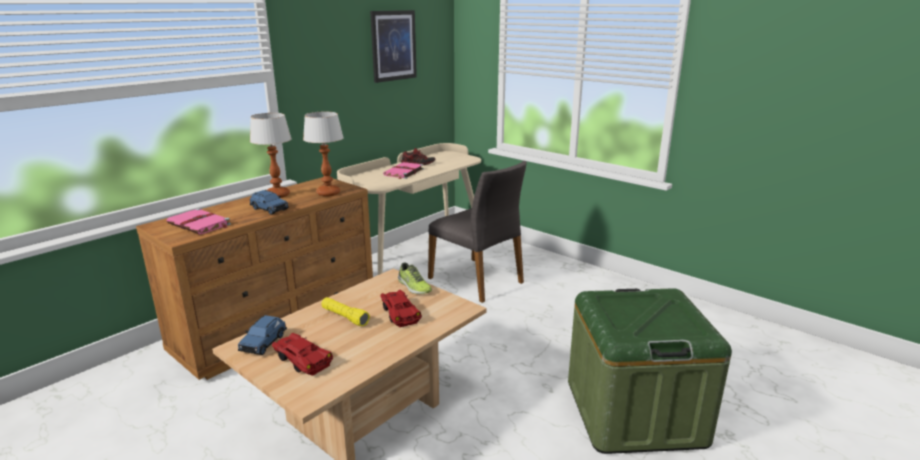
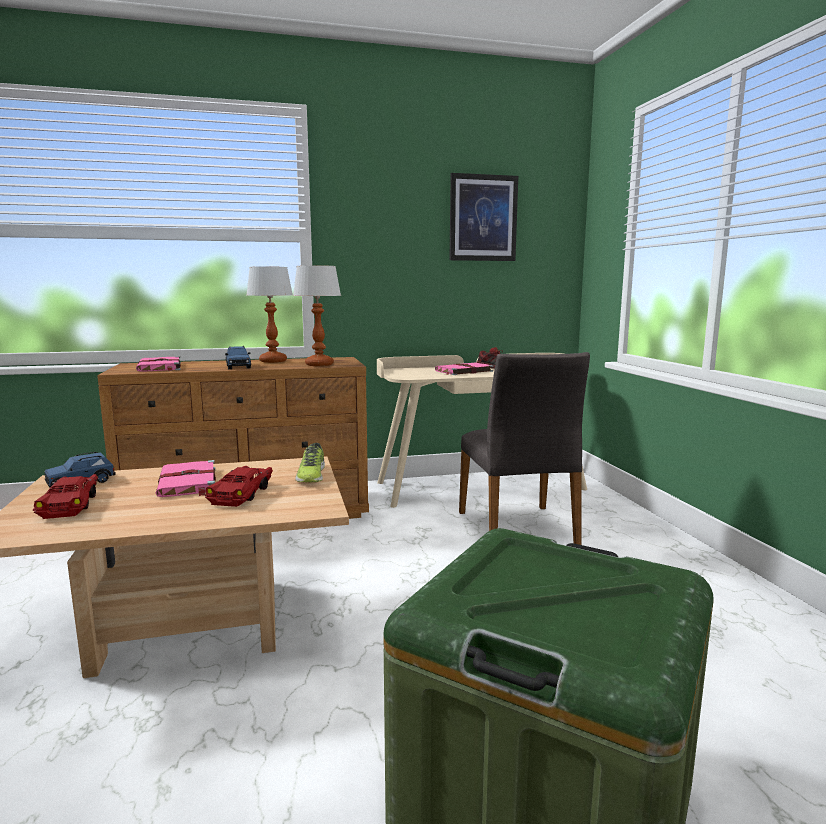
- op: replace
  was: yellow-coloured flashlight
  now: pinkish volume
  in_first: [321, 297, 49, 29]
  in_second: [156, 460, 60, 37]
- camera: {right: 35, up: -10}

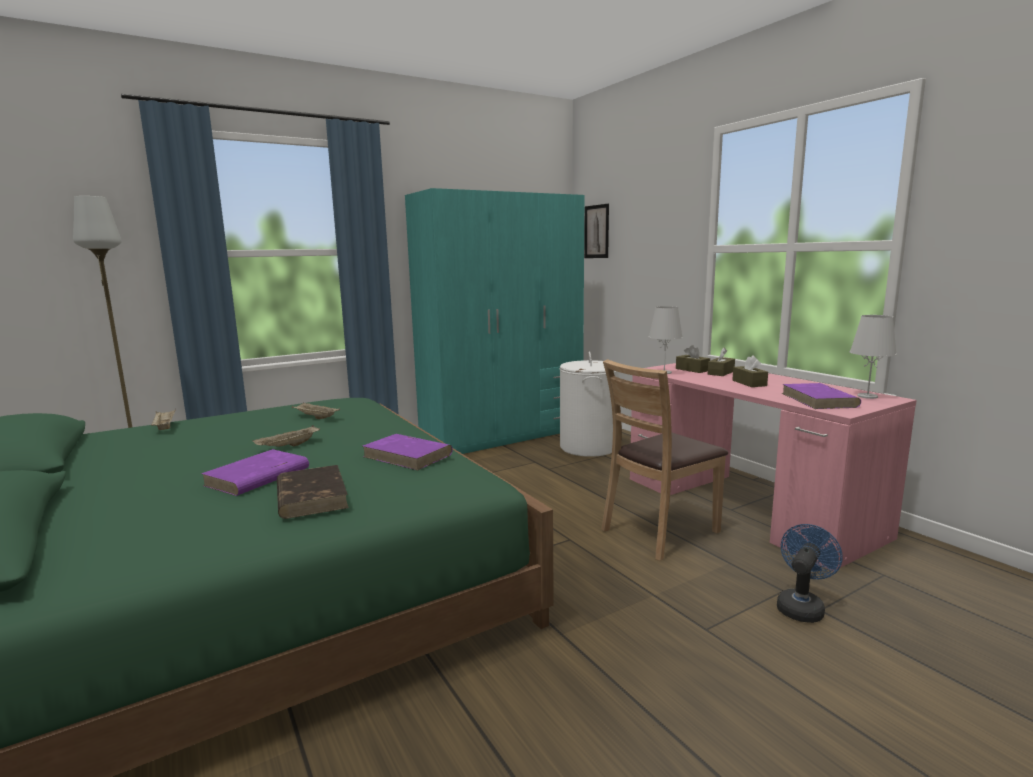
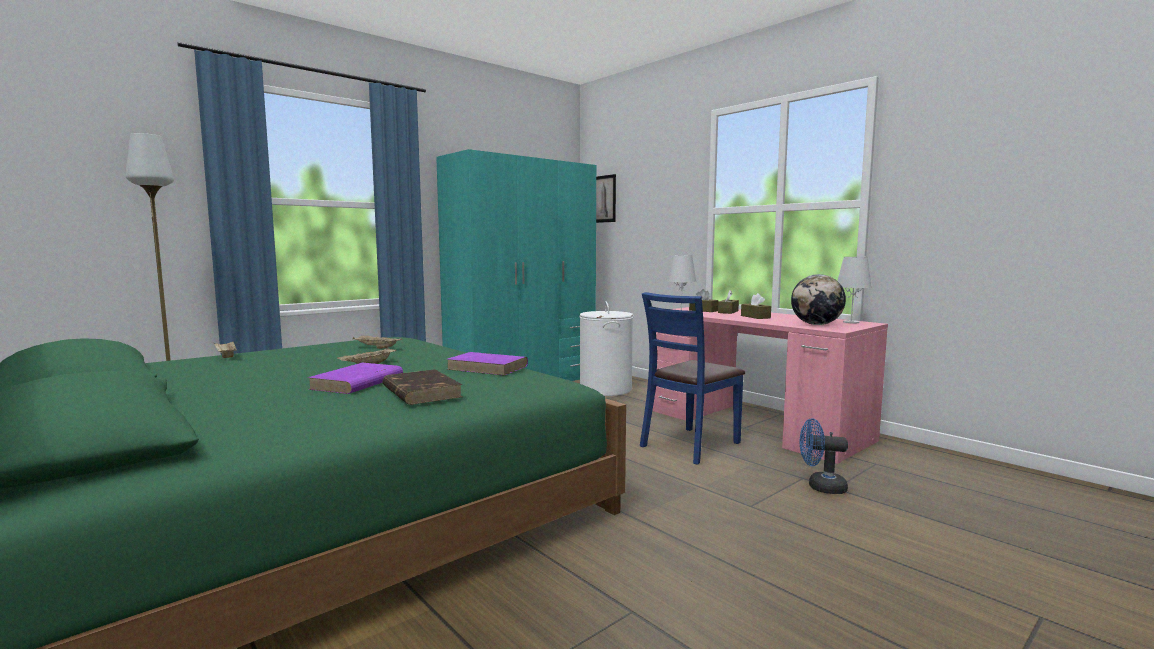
- op: replace
  was: purple volume
  now: world globe
  in_first: [782, 383, 79, 26]
  in_second: [791, 274, 55, 51]
- op: recolor
  was: brown-coloured upright chair
  now: blue upright chair
  in_first: [601, 359, 127, 202]
  in_second: [640, 292, 105, 173]
- op: rotate
  was: blue cooling fan
  in_first: [777, 524, 65, 99]
  in_second: [800, 418, 48, 76]
  clockwise: -105
- camera: {right: -10, up: -5}

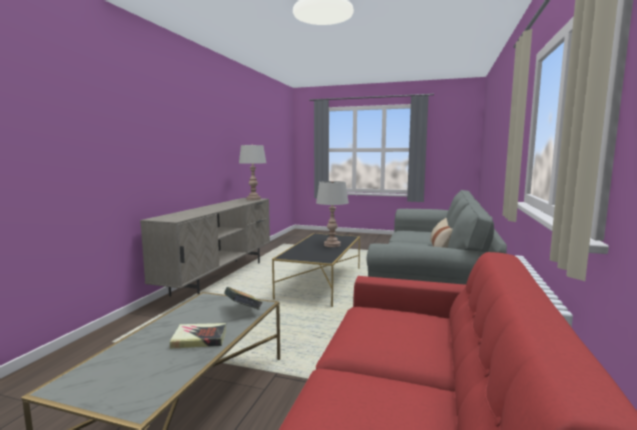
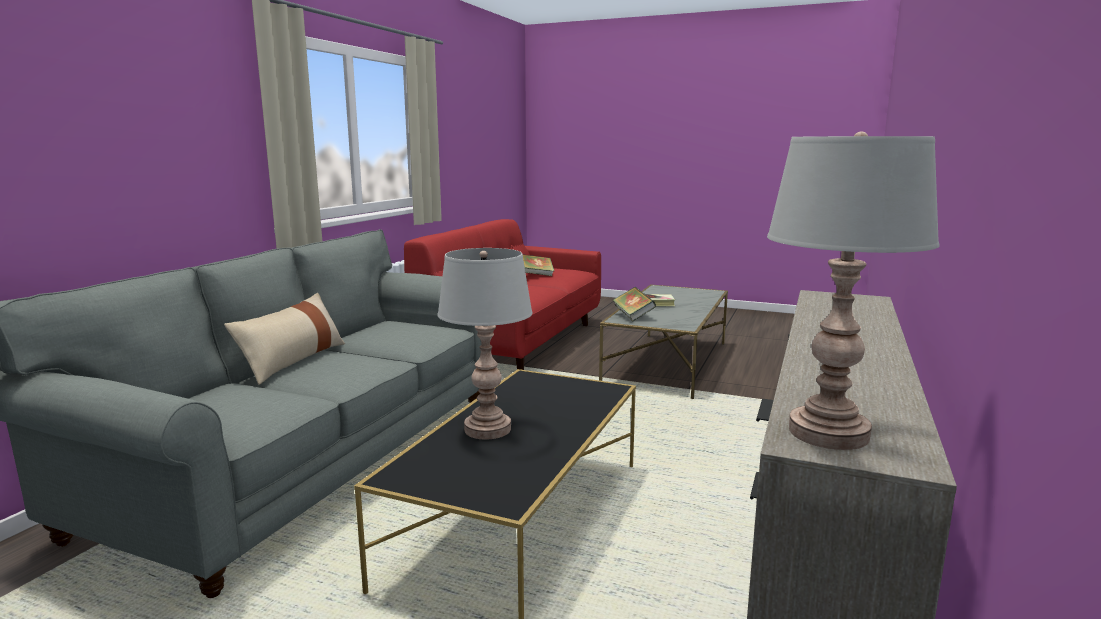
- op: insert
  now: volume
  in_second: [523, 255, 31, 21]
- camera: {right: -175, up: 5}

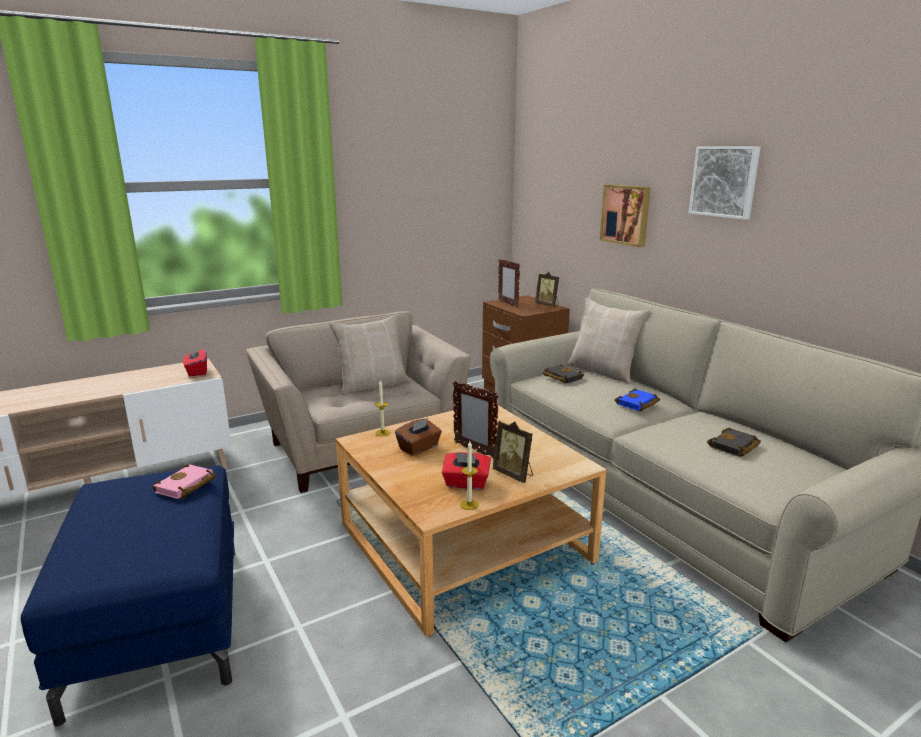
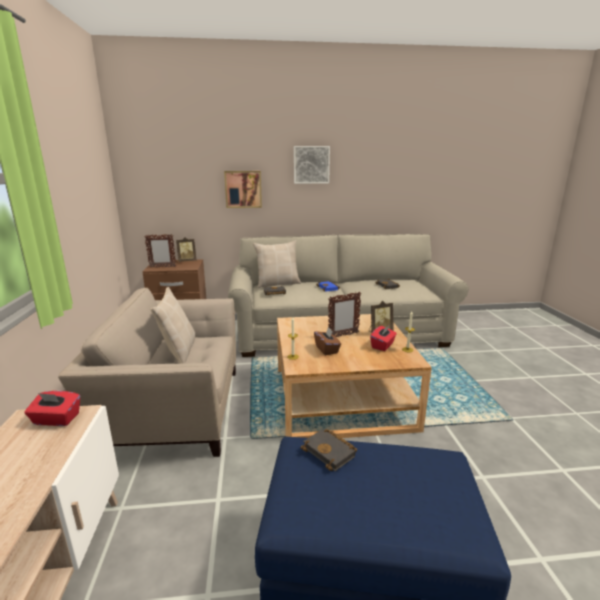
- op: recolor
  was: pinkish volume
  now: blackish volume
  in_first: [152, 464, 64, 35]
  in_second: [301, 429, 56, 42]
- camera: {right: -65, up: 0}

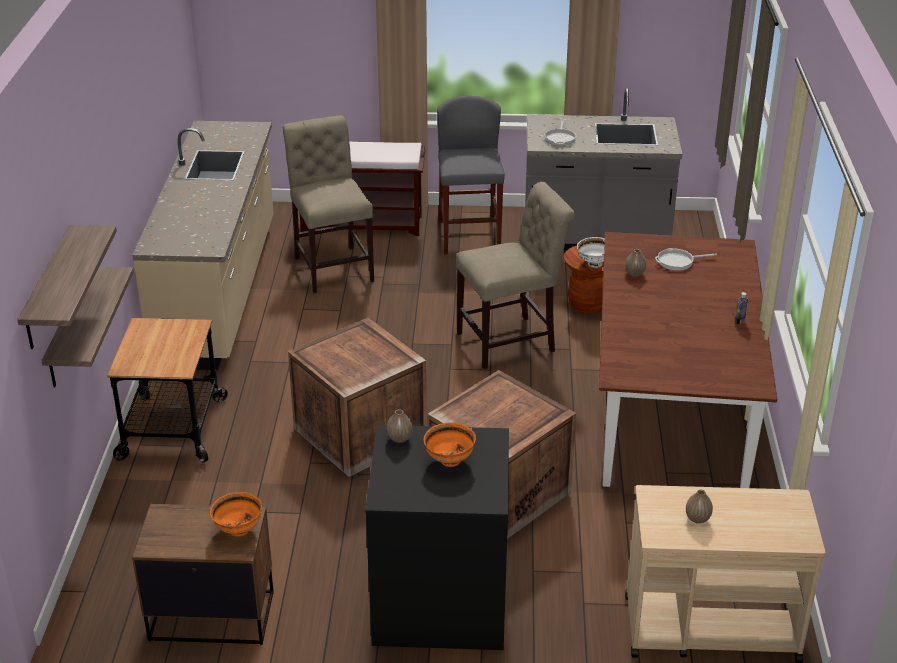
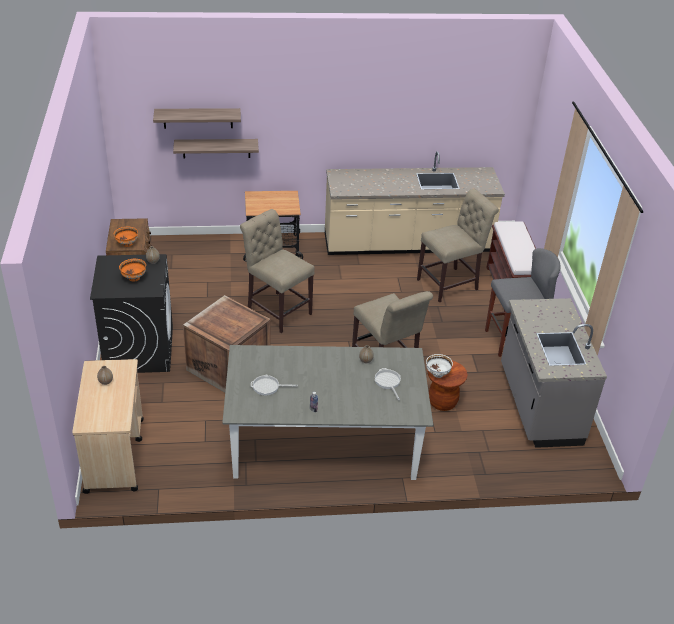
- op: move
  was: skillet
  in_first: [544, 119, 33, 27]
  in_second: [251, 375, 47, 21]
- op: replace
  was: shipping crate
  now: beige-coloured upright chair
  in_first: [288, 318, 139, 159]
  in_second: [240, 209, 75, 124]
- op: recolor
  was: brown-coloured dining table
  now: gray dining table
  in_first: [599, 232, 178, 256]
  in_second: [222, 345, 211, 135]
- camera: {right: 80, up: 5}

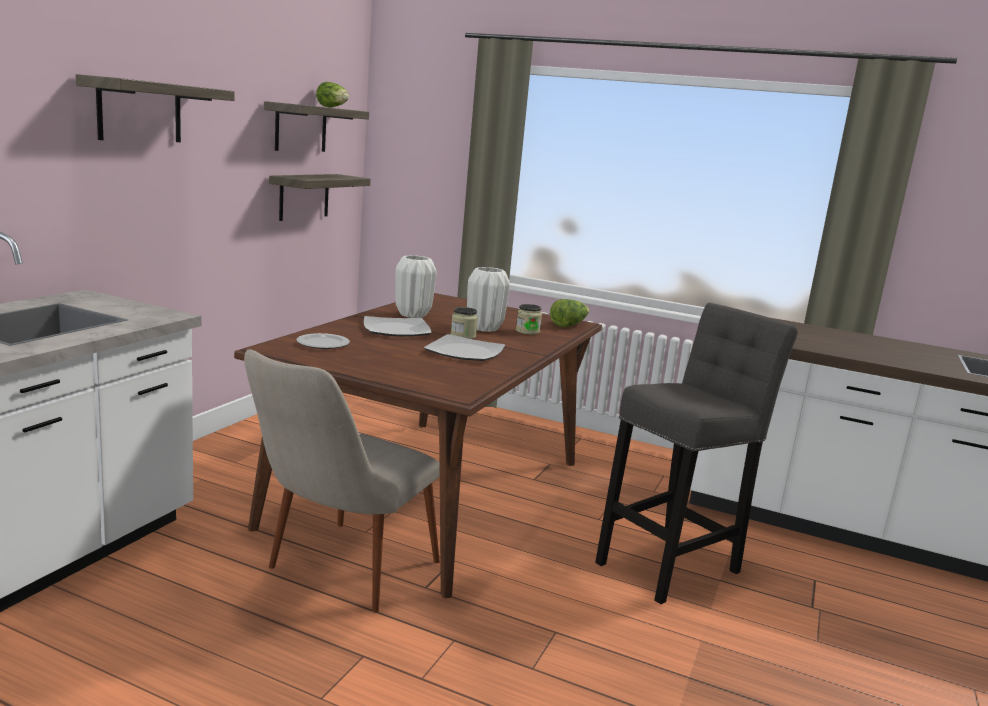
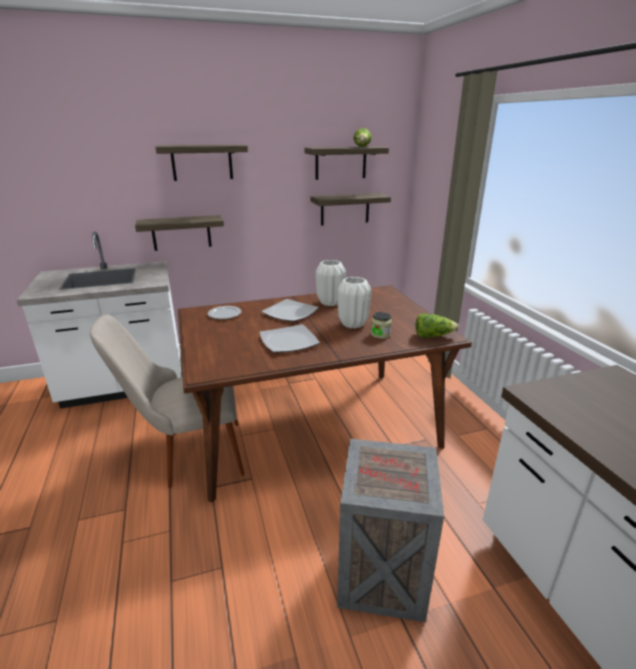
- op: delete
  was: storage jar
  in_first: [451, 307, 27, 32]
- op: insert
  now: bracket shelf
  in_second: [135, 215, 89, 36]
- op: replace
  was: gray stool seat
  now: shipping crate
  in_first: [595, 303, 203, 301]
  in_second: [337, 439, 107, 183]
- camera: {right: 50, up: 10}

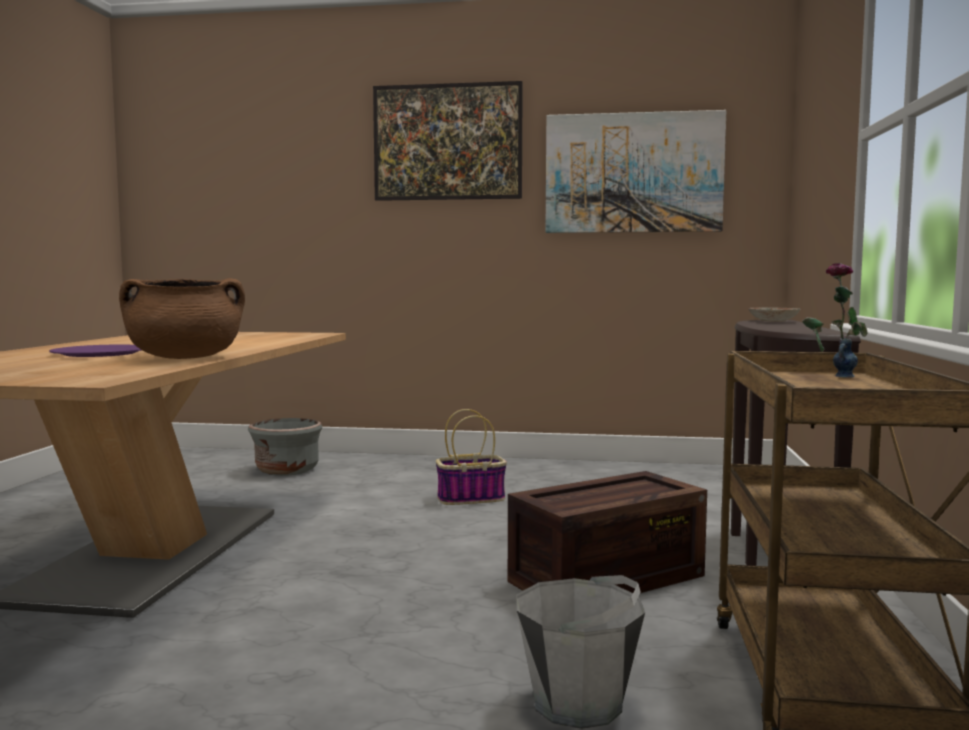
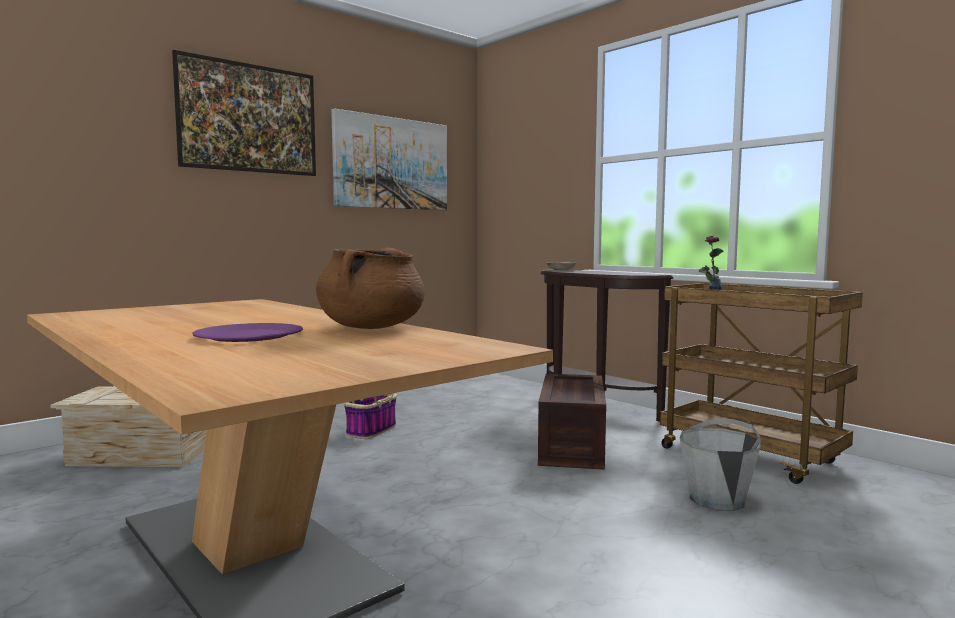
- op: replace
  was: gray planter
  now: shipping crate
  in_first: [248, 418, 74, 58]
  in_second: [50, 386, 156, 81]
- camera: {right: -50, up: 0}

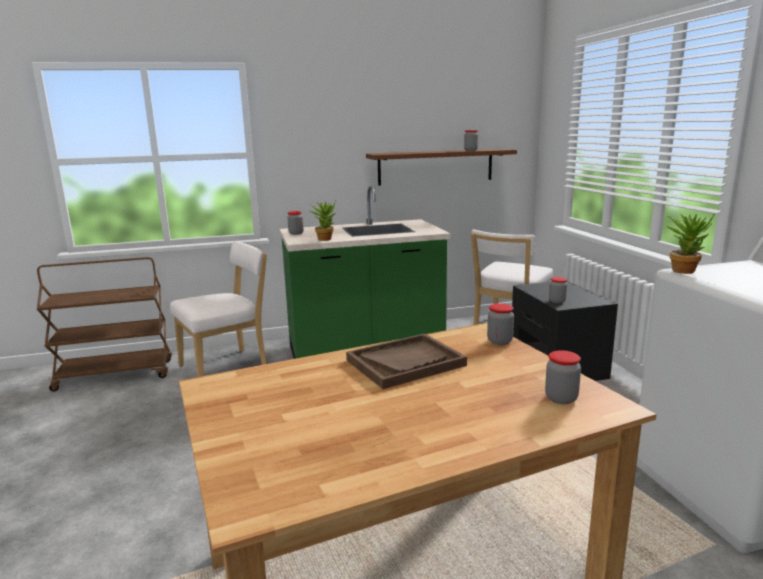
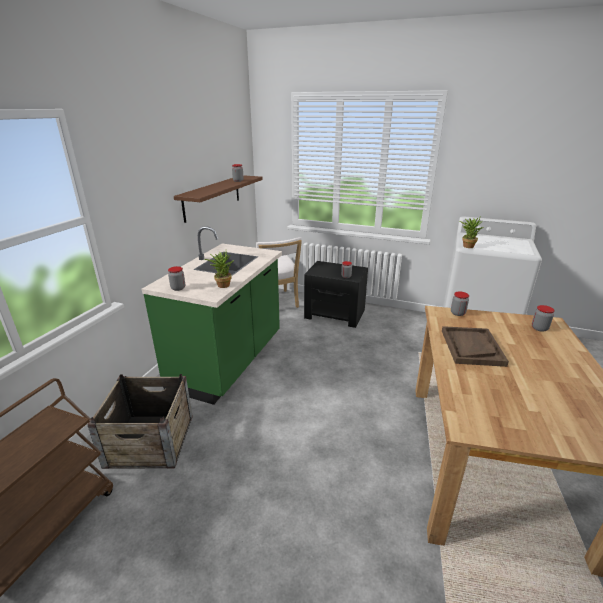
- op: replace
  was: whitish upright chair
  now: shipping crate
  in_first: [170, 241, 97, 136]
  in_second: [87, 374, 106, 95]
- camera: {right: -55, up: 10}

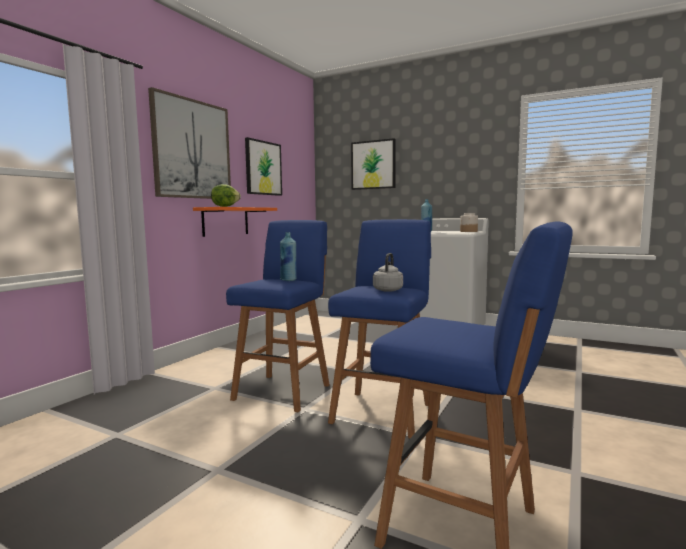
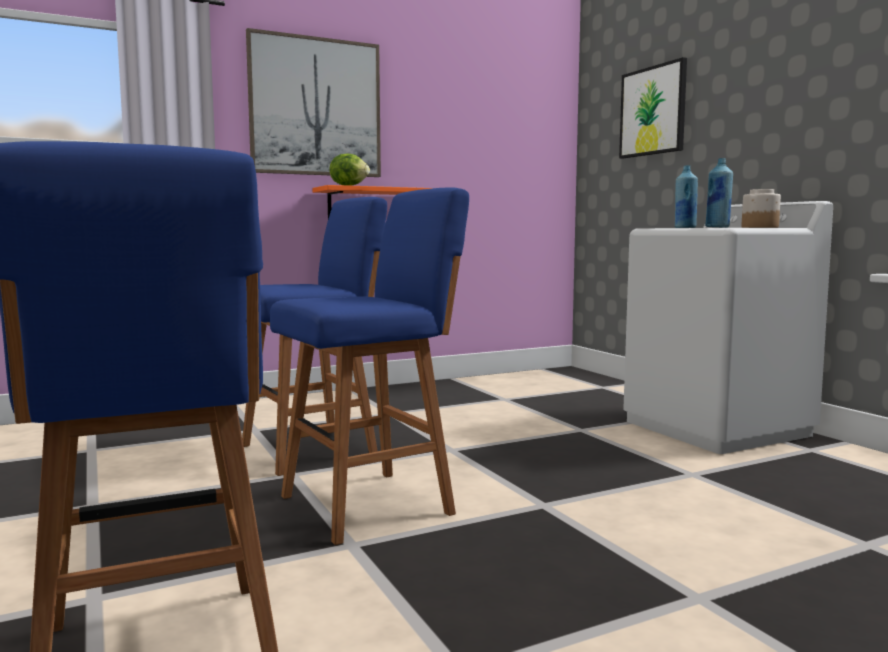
- op: delete
  was: wall art
  in_first: [245, 137, 37, 59]
- op: delete
  was: gray kettle
  in_first: [373, 253, 30, 39]
- op: move
  was: blue bottle
  in_first: [280, 232, 16, 49]
  in_second: [705, 158, 28, 70]
- camera: {right: 35, up: 0}

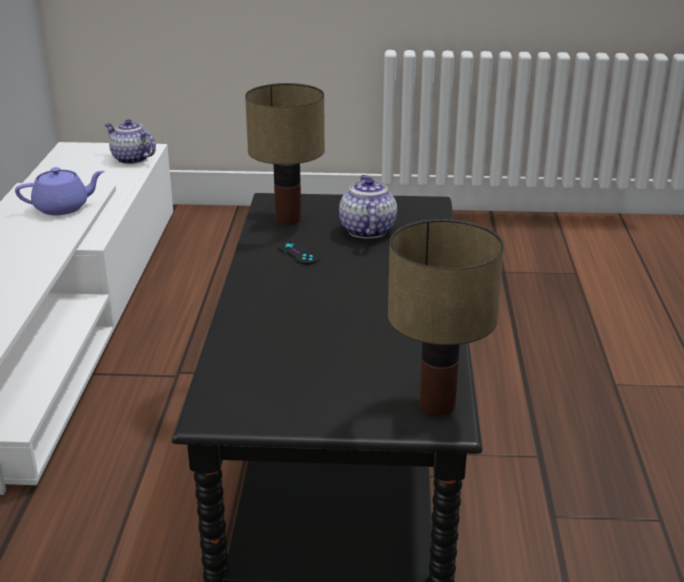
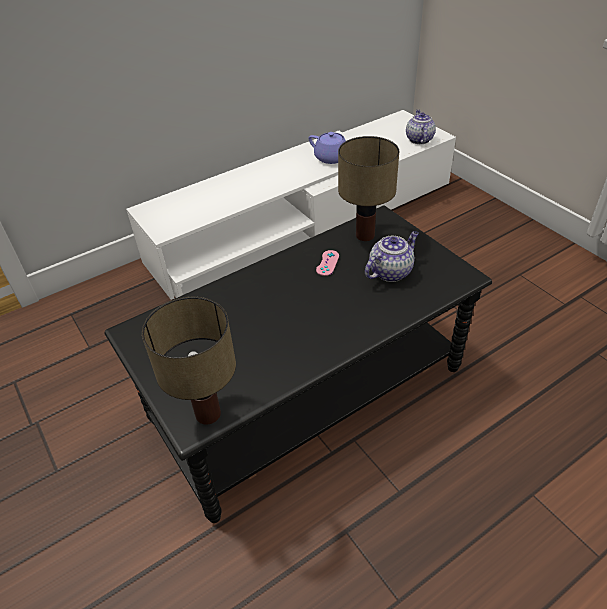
- op: recolor
  was: blackish gamepad
  now: pinkish gamepad
  in_first: [278, 241, 42, 23]
  in_second: [316, 250, 23, 26]
- camera: {right: 55, up: 15}

